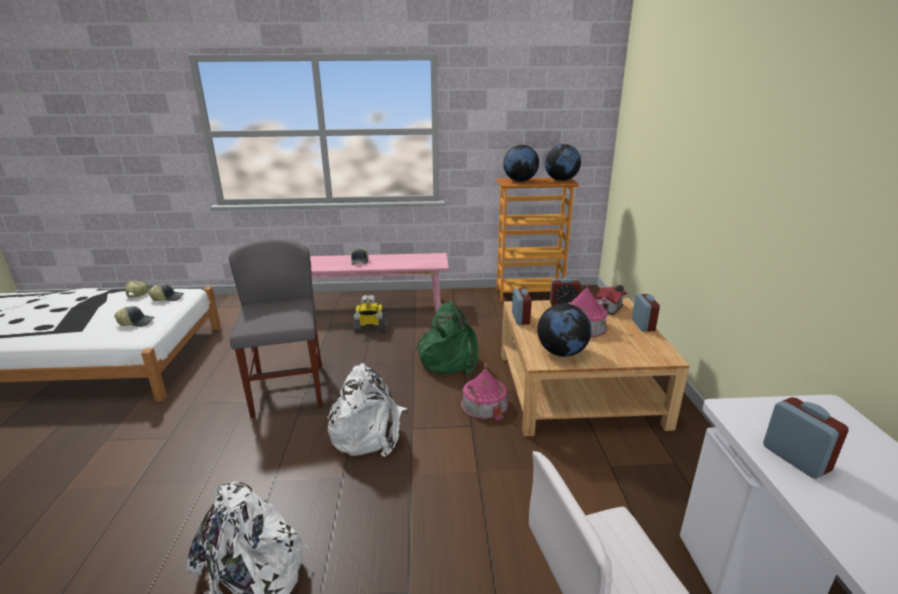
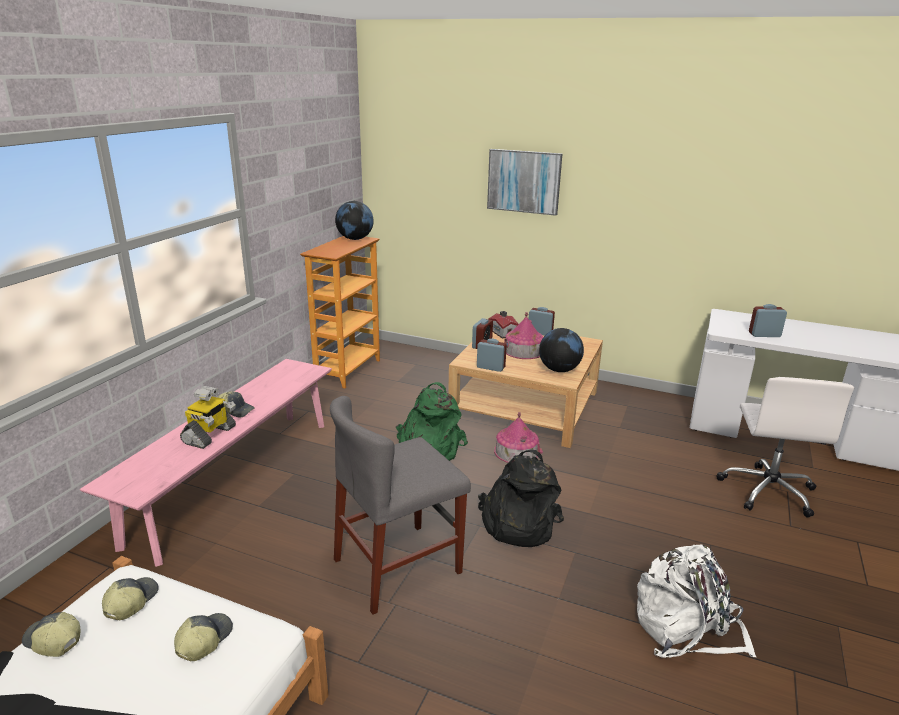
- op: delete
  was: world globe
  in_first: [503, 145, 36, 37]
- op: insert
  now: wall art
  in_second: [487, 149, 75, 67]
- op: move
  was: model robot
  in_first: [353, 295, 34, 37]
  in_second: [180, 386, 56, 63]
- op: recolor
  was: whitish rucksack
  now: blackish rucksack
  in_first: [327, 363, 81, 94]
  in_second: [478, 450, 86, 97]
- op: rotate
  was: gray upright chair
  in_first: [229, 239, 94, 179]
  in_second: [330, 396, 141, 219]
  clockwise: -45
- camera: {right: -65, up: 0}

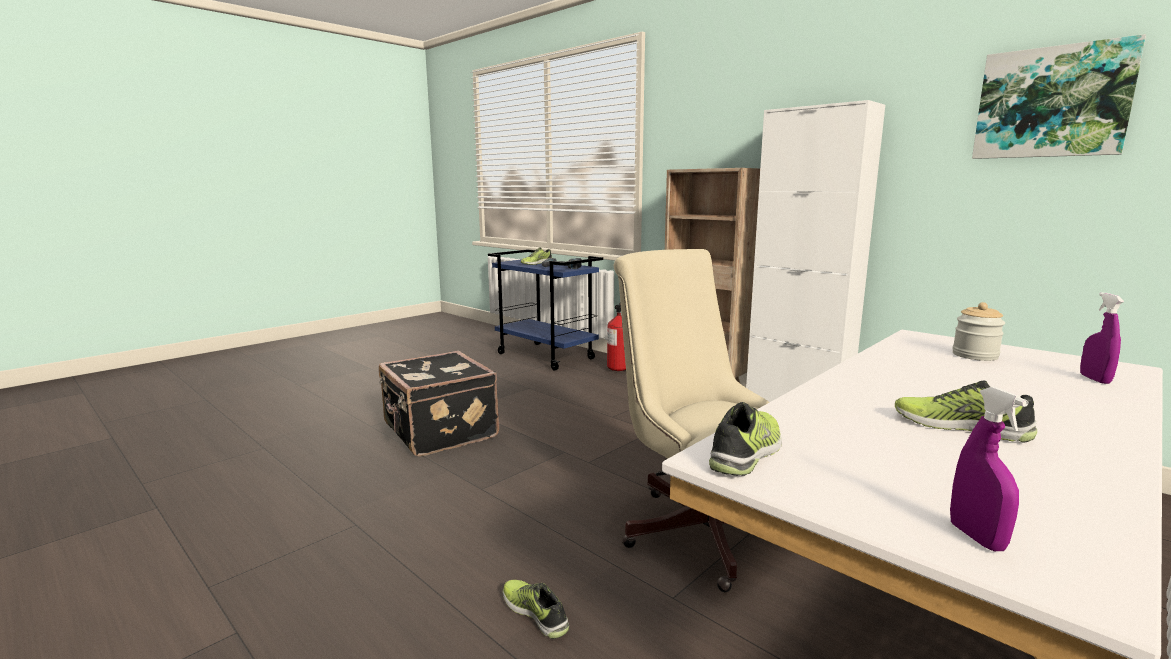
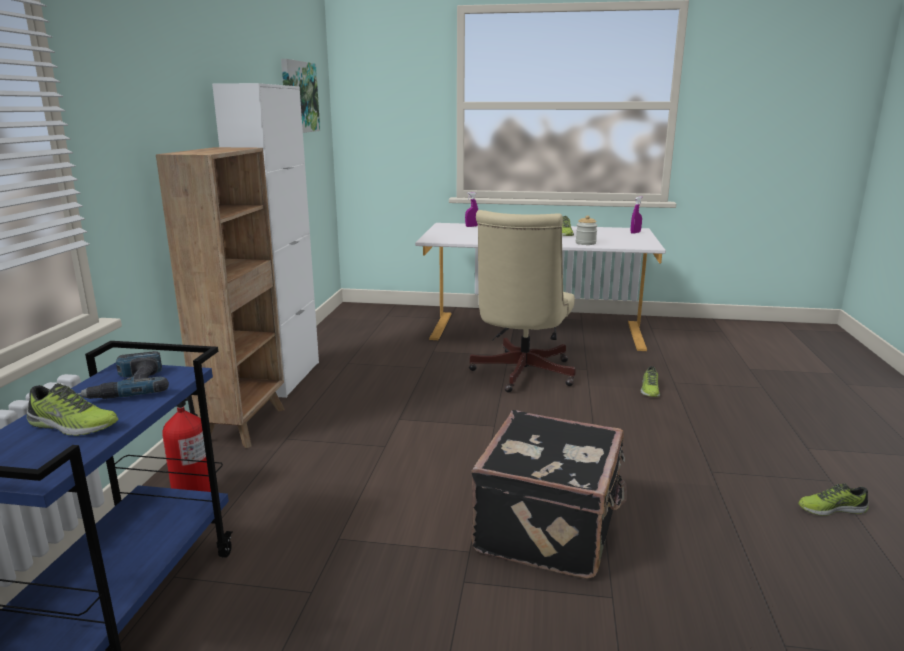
- op: move
  was: shoe
  in_first: [709, 402, 73, 74]
  in_second: [798, 483, 71, 33]
- op: move
  was: storage jar
  in_first: [952, 302, 53, 59]
  in_second: [576, 215, 22, 30]
- camera: {right: -125, up: 5}

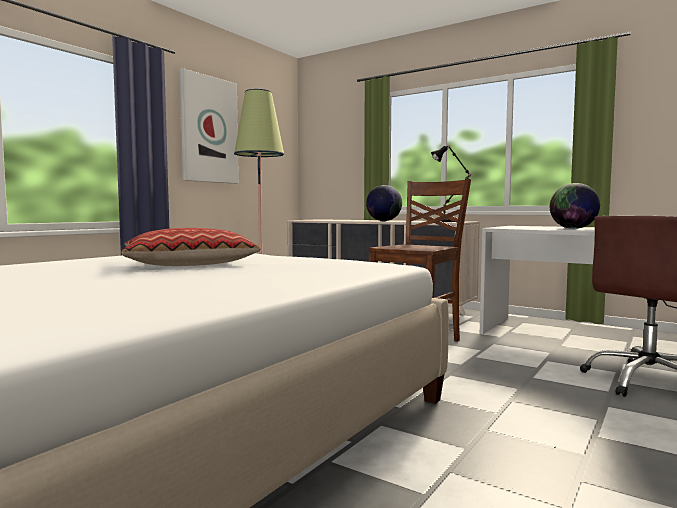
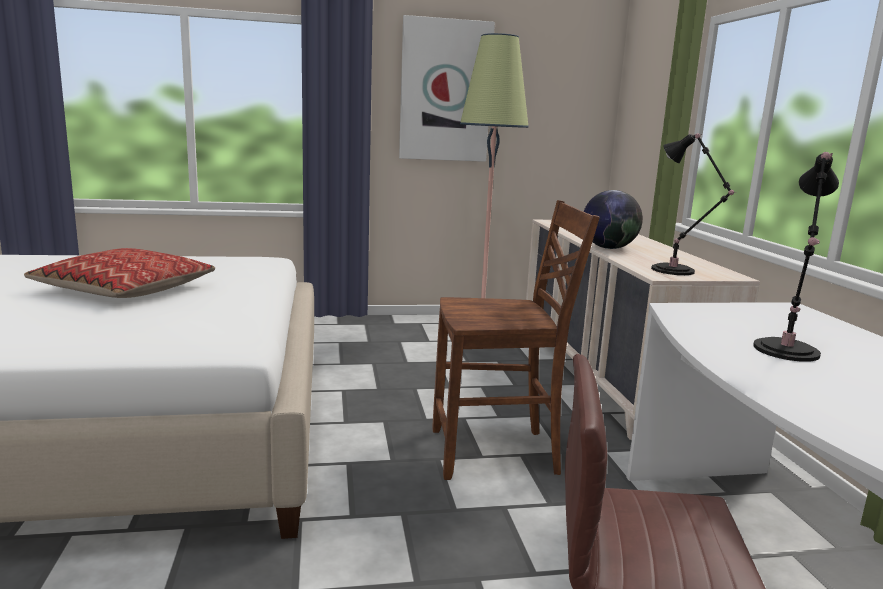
- op: replace
  was: world globe
  now: blackish tabletop lamp
  in_first: [550, 183, 50, 46]
  in_second: [753, 152, 86, 210]
- camera: {right: 45, up: 10}

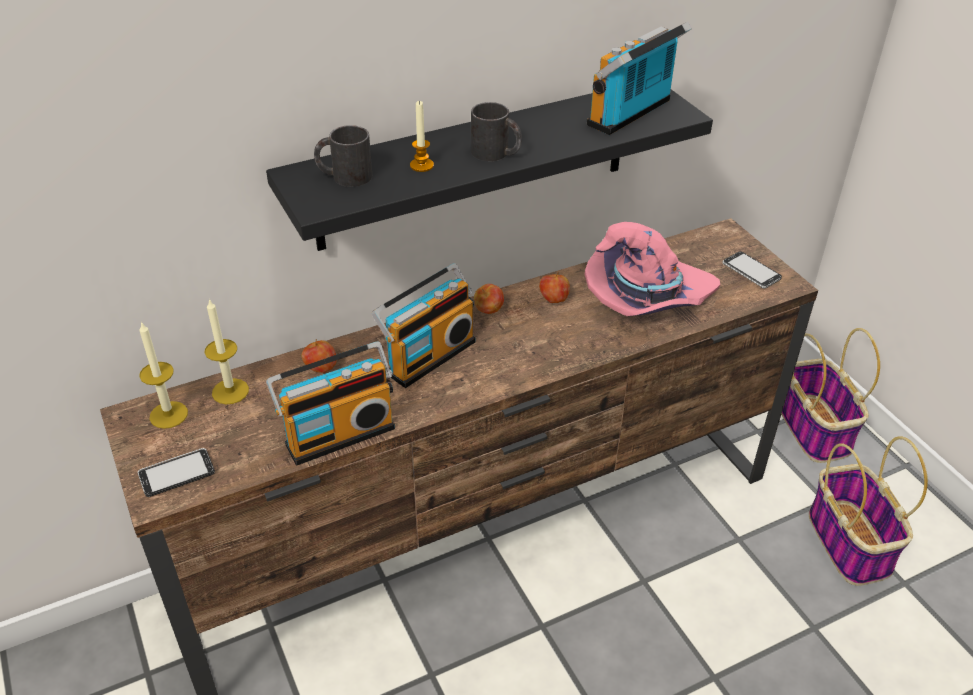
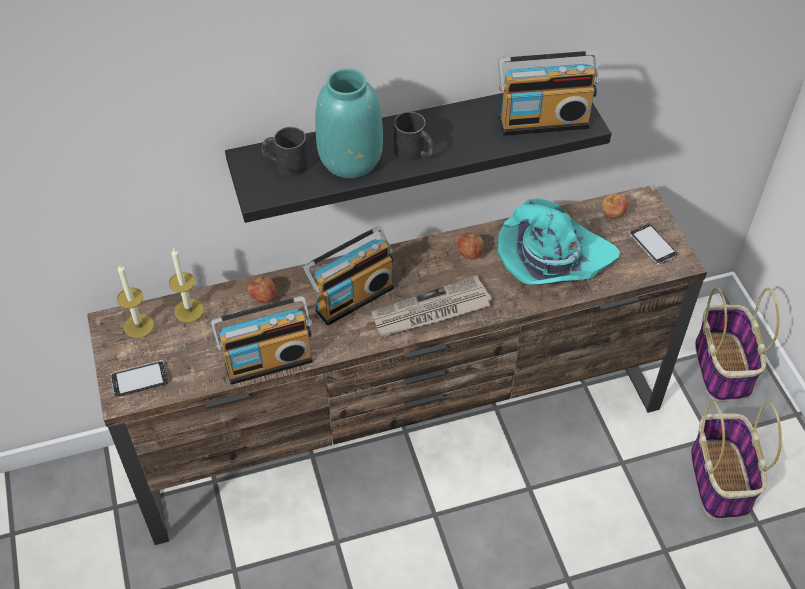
- op: insert
  now: daily paper
  in_second: [371, 275, 121, 63]
- op: move
  was: whole apple
  in_first: [474, 284, 30, 30]
  in_second: [602, 194, 25, 25]
- op: replace
  was: wax light
  now: blue-green vase
  in_first: [410, 100, 24, 72]
  in_second: [315, 69, 68, 109]
- op: recolor
  was: pinkish clothing hat
  now: blue-green clothing hat
  in_first: [585, 222, 135, 94]
  in_second: [497, 198, 123, 87]
- op: rotate
  was: radio
  in_first: [587, 22, 105, 113]
  in_second: [498, 51, 102, 85]
  clockwise: -150
- camera: {right: 10, up: 10}

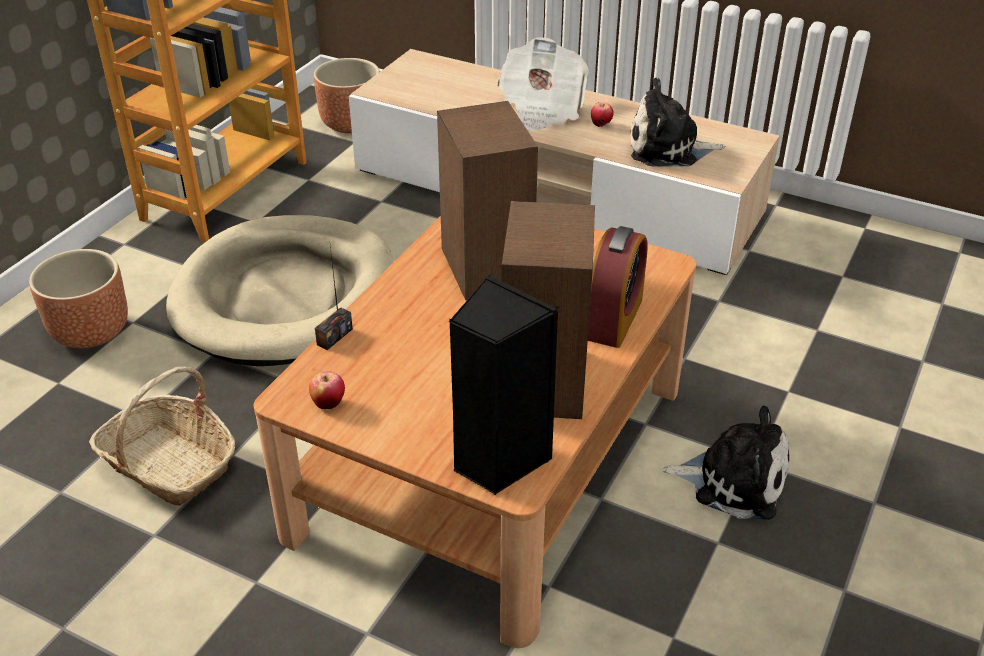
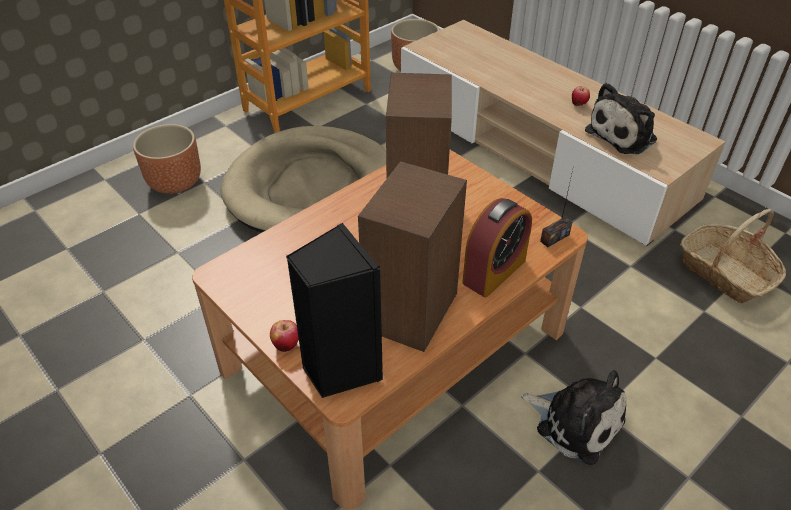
- op: delete
  was: daily paper
  in_first: [497, 37, 92, 94]
- op: move
  was: basket
  in_first: [89, 367, 146, 139]
  in_second: [680, 208, 106, 95]
- op: move
  was: whole apple
  in_first: [309, 371, 36, 38]
  in_second: [270, 320, 29, 32]
- op: move
  was: radio
  in_first: [315, 246, 38, 104]
  in_second: [540, 165, 34, 82]
- op: rotate
  was: plush toy
  in_first: [631, 77, 94, 90]
  in_second: [585, 83, 72, 71]
  clockwise: -60
- camera: {right: 20, up: 5}

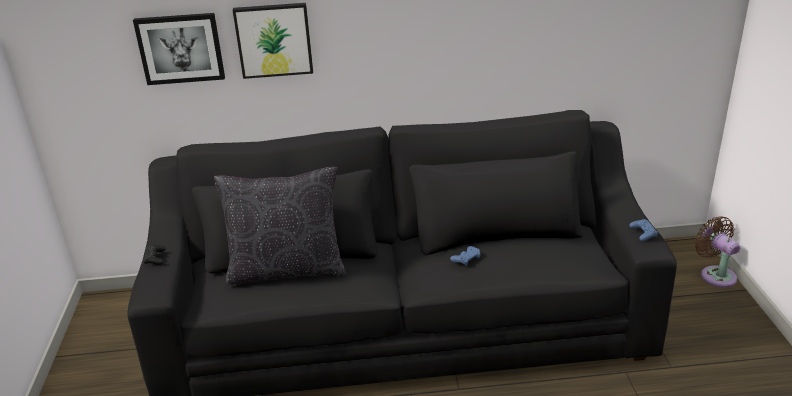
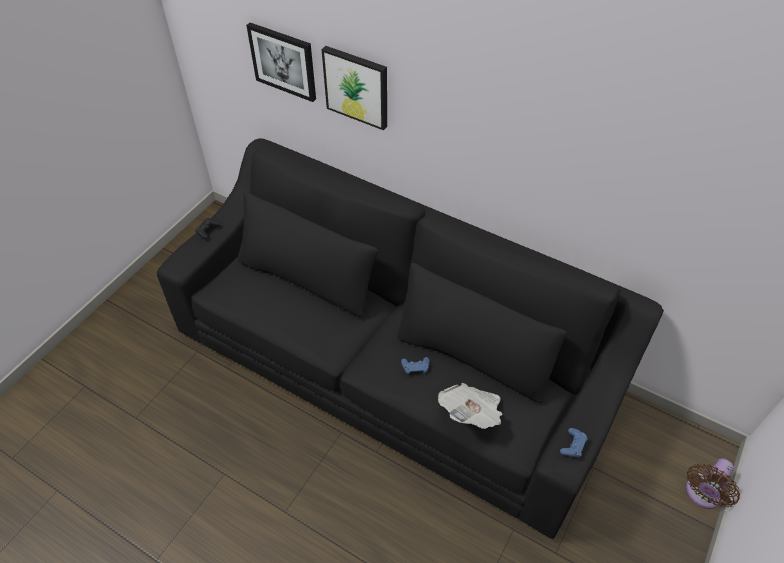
- op: delete
  was: blackish throw pillow
  in_first: [214, 167, 132, 118]
- op: insert
  now: daily paper
  in_second: [438, 383, 64, 46]
- op: rotate
  was: brown-coloured cooling fan
  in_first: [694, 216, 46, 72]
  in_second: [686, 458, 54, 51]
  clockwise: -150
- camera: {right: 35, up: 20}

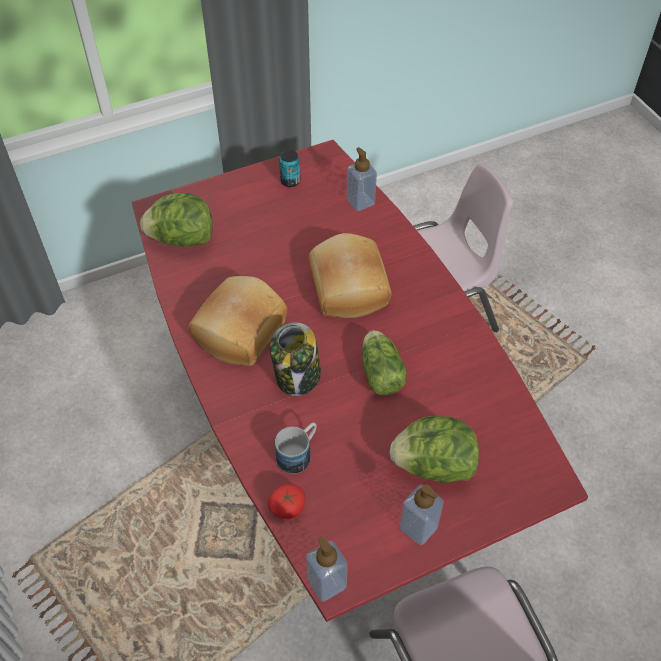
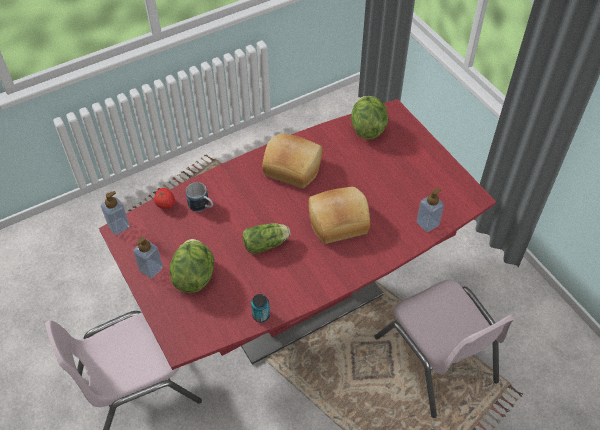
- op: delete
  was: storage jar
  in_first: [270, 322, 51, 74]
- op: move
  was: metal can
  in_first: [279, 150, 21, 37]
  in_second: [251, 294, 19, 28]
- camera: {right: 85, up: 0}

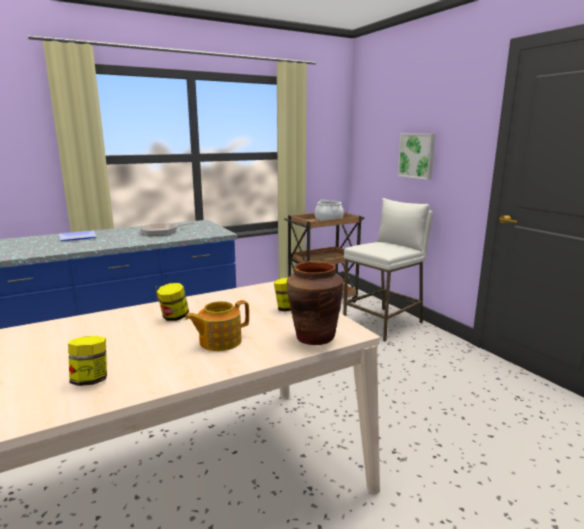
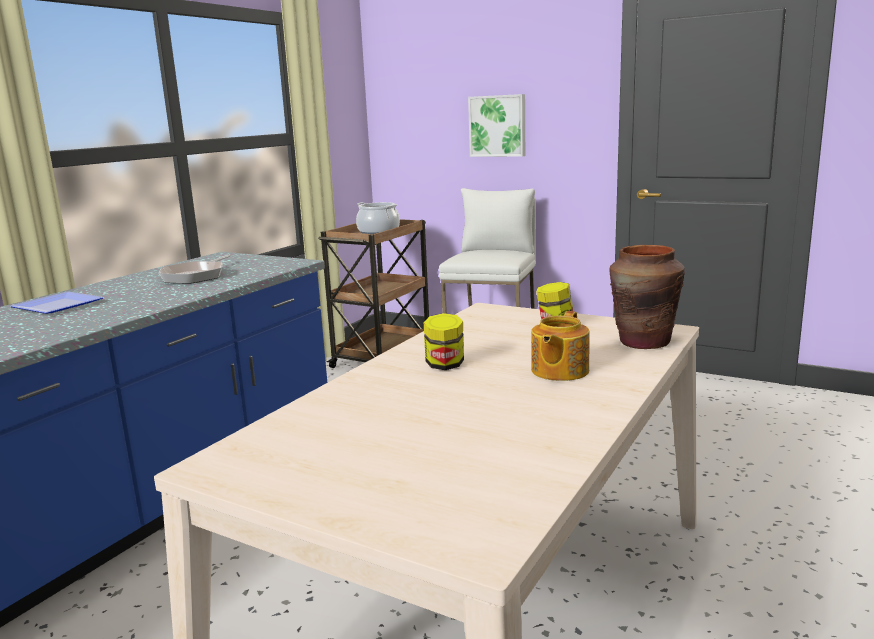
- op: delete
  was: storage jar
  in_first: [68, 336, 39, 50]
- camera: {right: -30, up: 0}

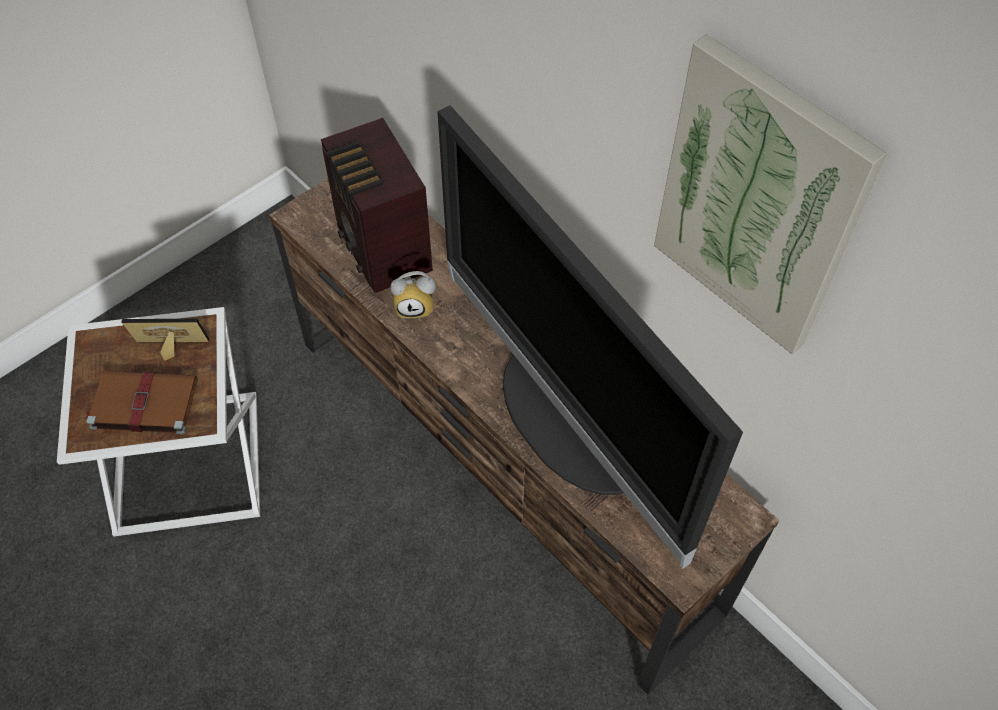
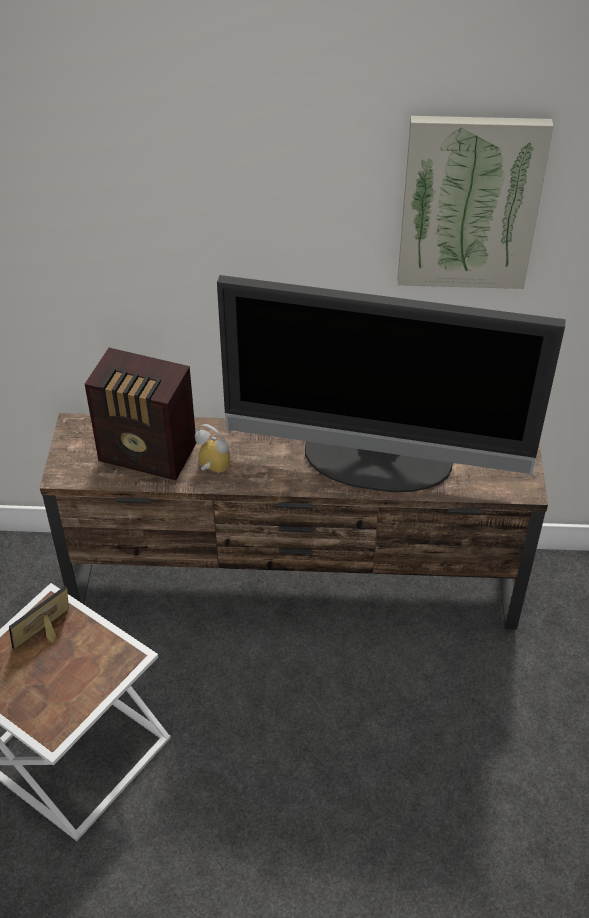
- op: delete
  was: brown-coloured volume
  in_first: [84, 371, 114, 63]
- op: rotate
  was: bedside clock
  in_first: [390, 271, 46, 47]
  in_second: [195, 424, 35, 50]
  clockwise: -105
- camera: {right: -45, up: -10}

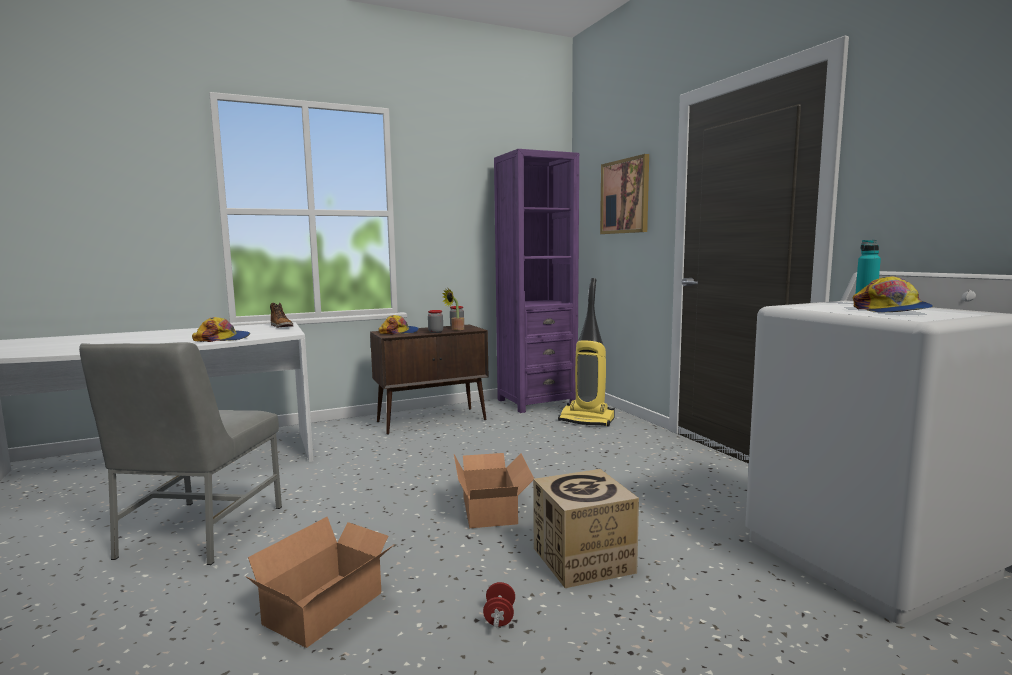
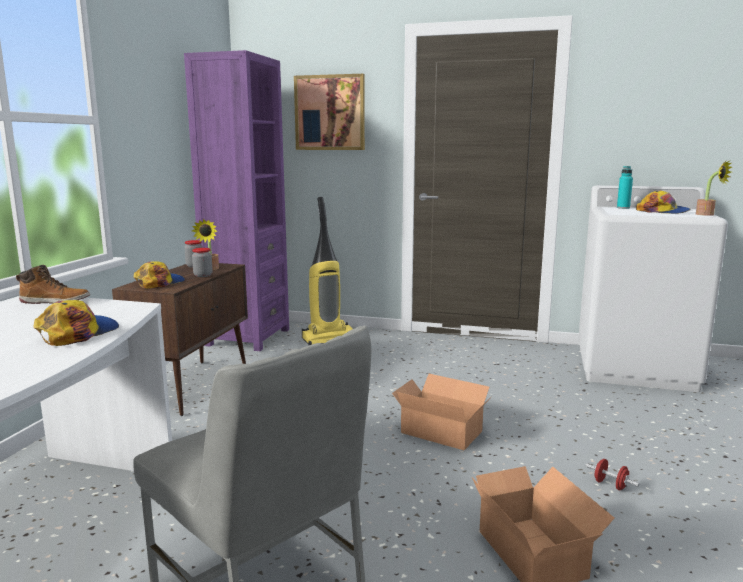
- op: delete
  was: packing box
  in_first: [533, 469, 106, 119]
- op: insert
  now: potted plant
  in_second: [696, 160, 36, 56]
- camera: {right: -50, up: 5}

